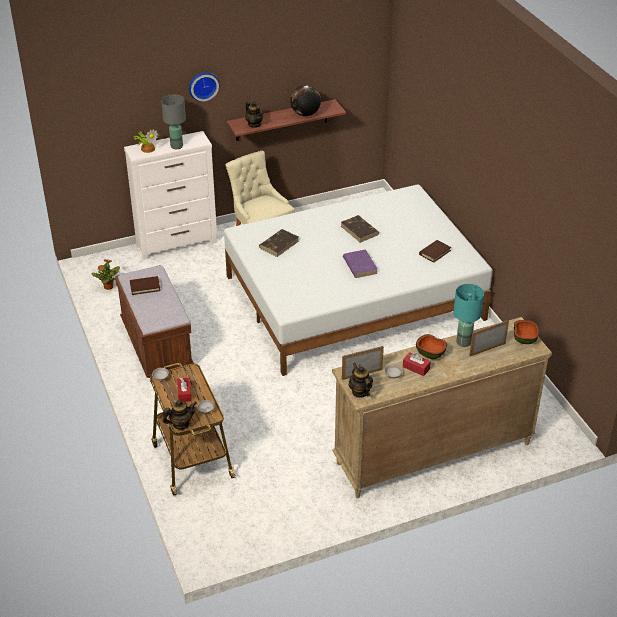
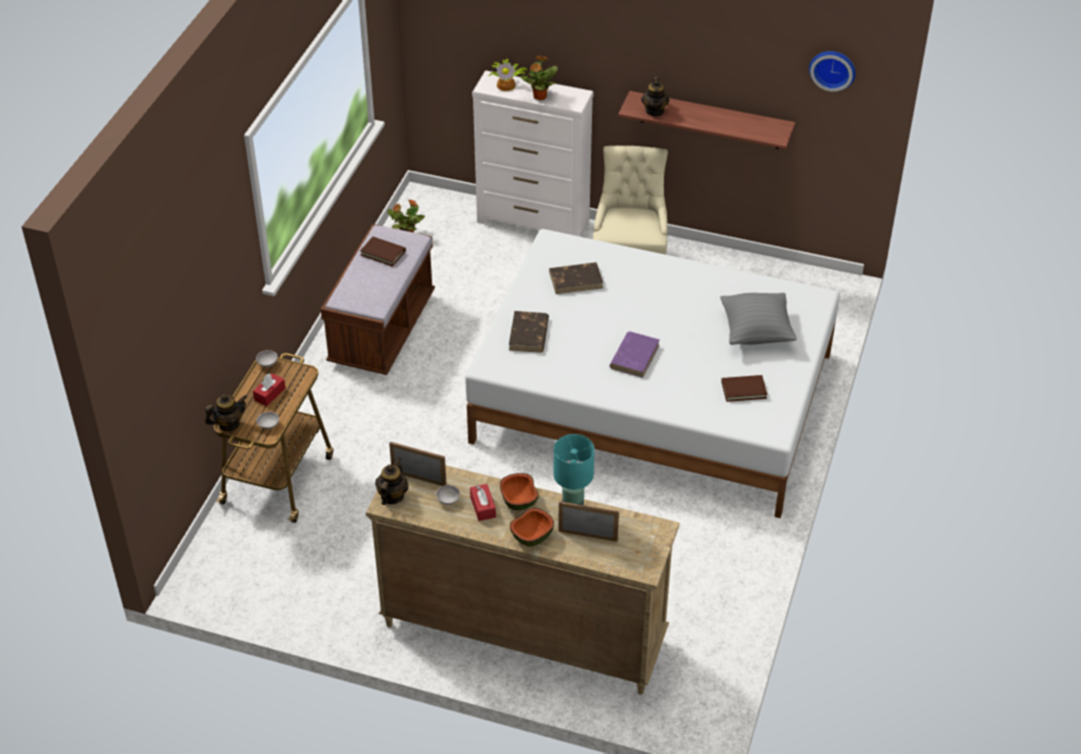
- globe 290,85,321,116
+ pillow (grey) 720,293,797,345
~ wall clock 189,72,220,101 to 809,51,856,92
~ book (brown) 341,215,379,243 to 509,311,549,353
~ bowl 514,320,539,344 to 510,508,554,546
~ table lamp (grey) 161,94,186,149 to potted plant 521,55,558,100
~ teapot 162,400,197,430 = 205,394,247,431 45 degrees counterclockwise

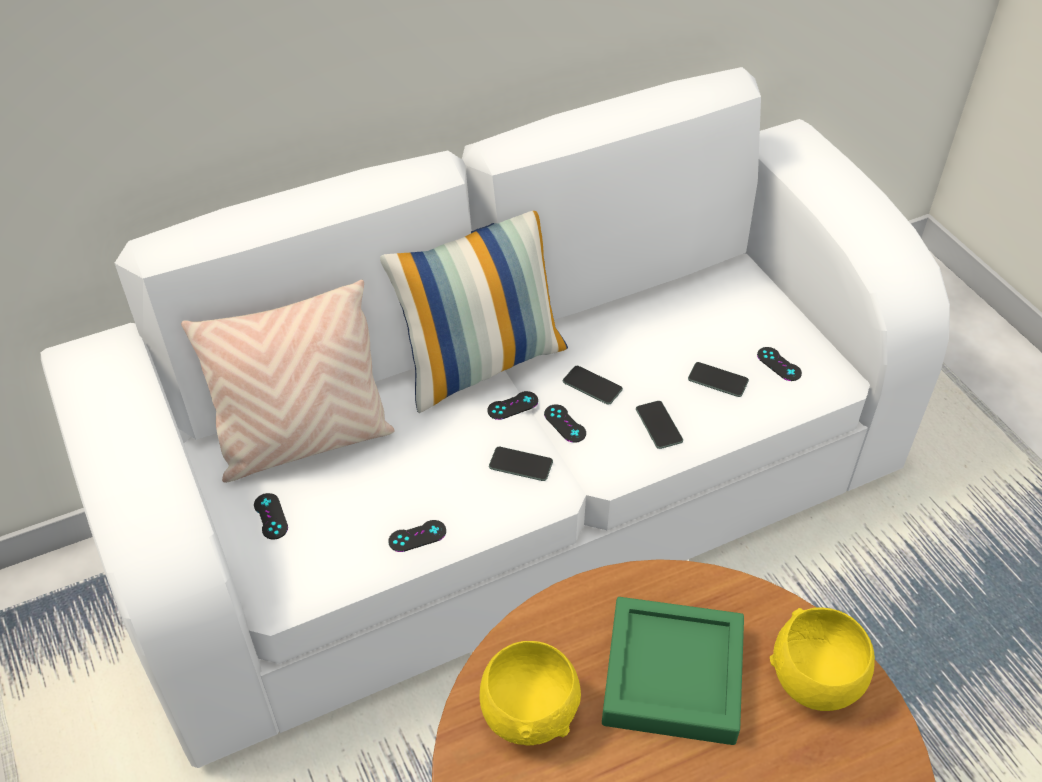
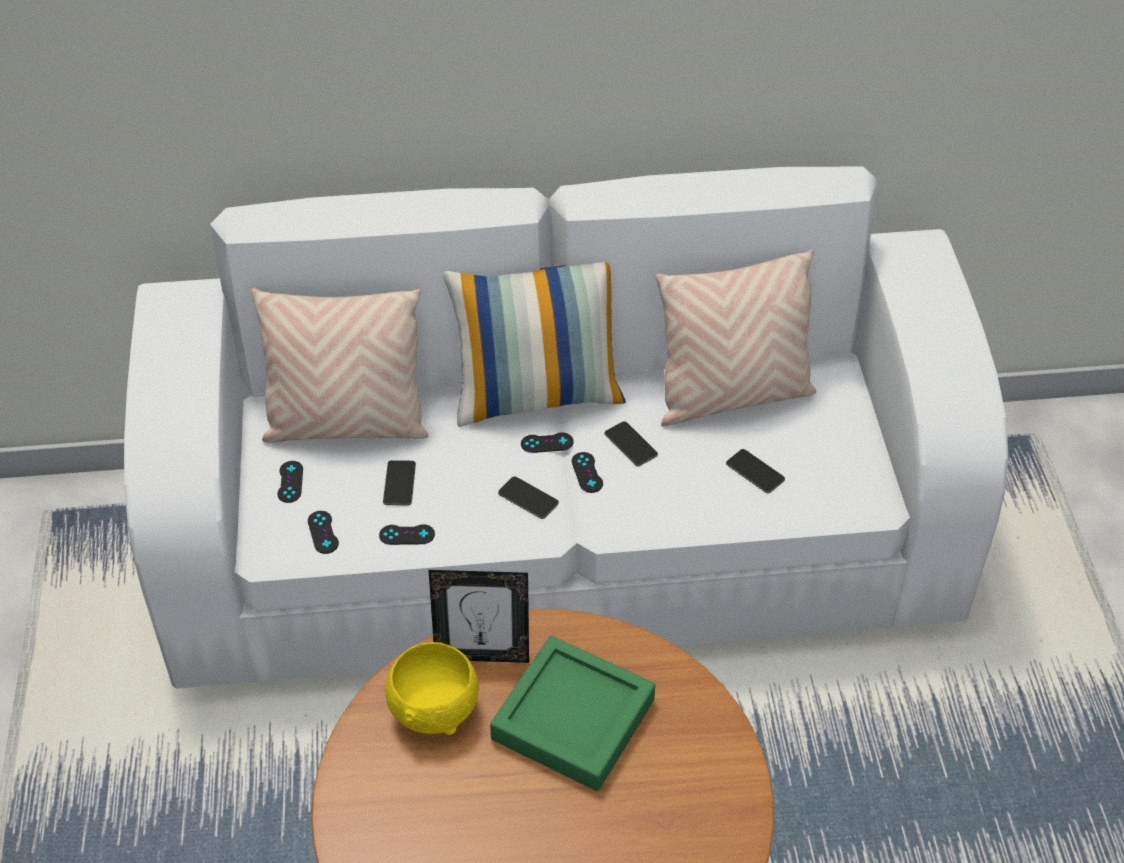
- bowl (yellow) 770,607,875,711
+ picture frame 429,570,529,663
+ pillow (beige) 656,249,816,426
~ phone 636,401,683,449 to 383,460,416,506
~ game controller (black) 757,347,802,381 to 308,511,339,554

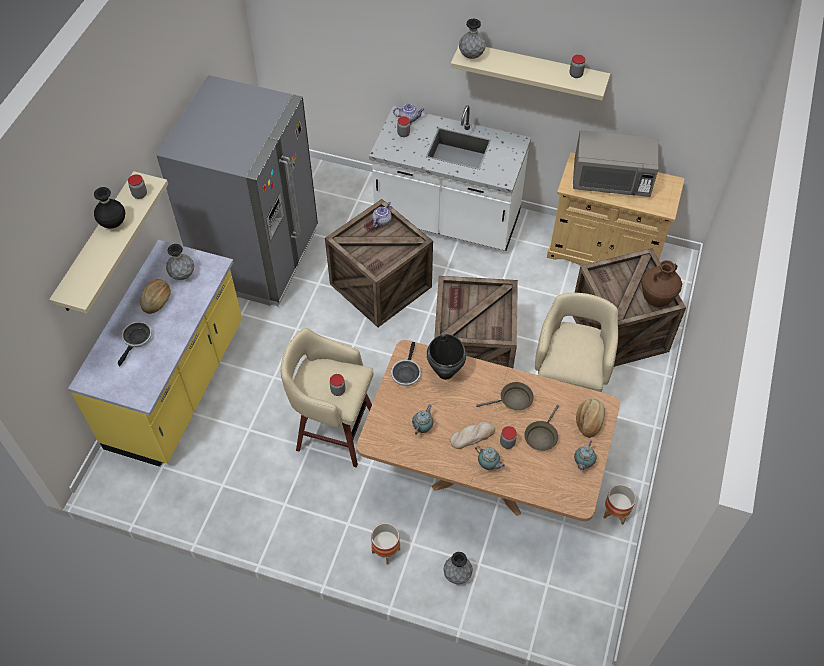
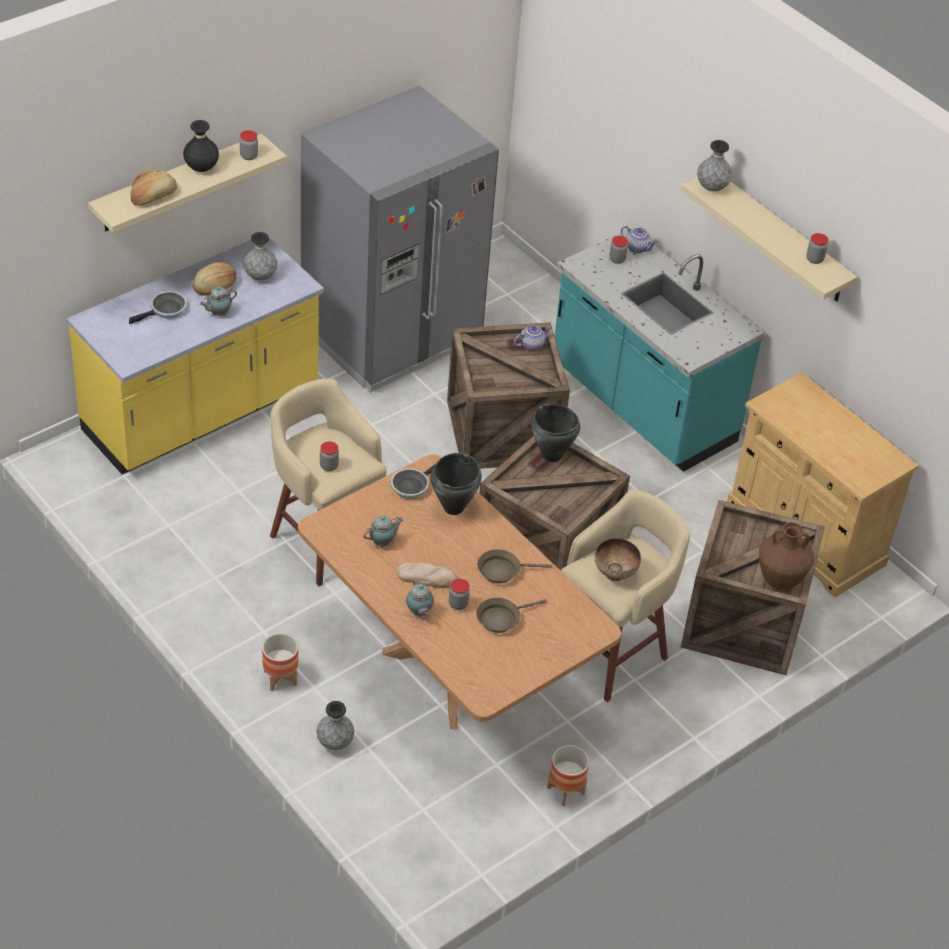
- microwave (grey) 573,130,659,197
+ cooking pot (black) 531,404,580,462
+ bowl 595,538,641,581
~ teapot 574,441,596,471 to 200,287,237,316
~ bread 576,399,605,438 to 131,169,177,206
~ counter (white) 369,105,531,251 to counter (turquoise) 554,228,764,472
~ frying pan (brown) 476,382,534,410 = 477,549,552,583 150 degrees clockwise

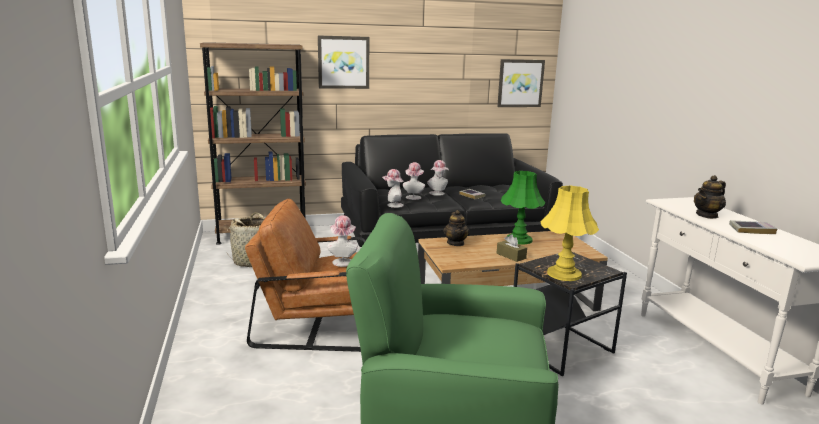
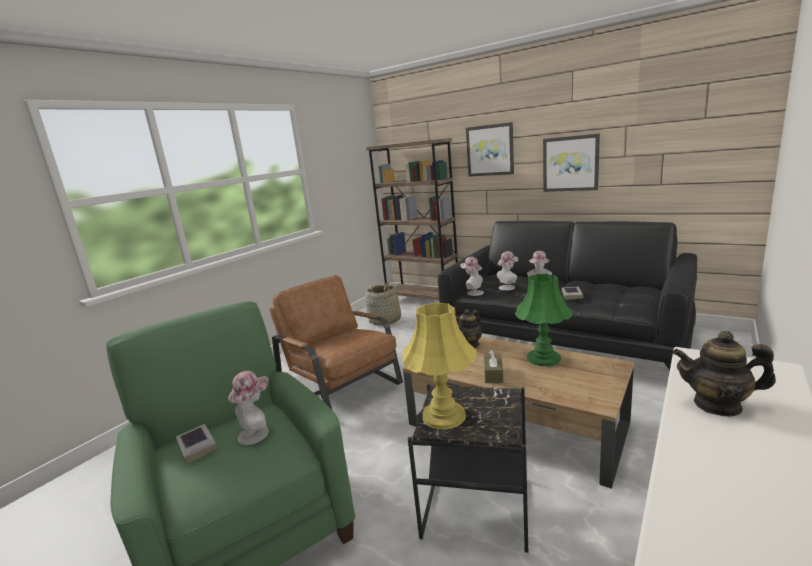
~ hat 328,215,358,267 to 228,371,269,445
~ picture 497,59,545,107 to 543,134,600,192
~ book 729,220,777,234 to 176,424,217,464

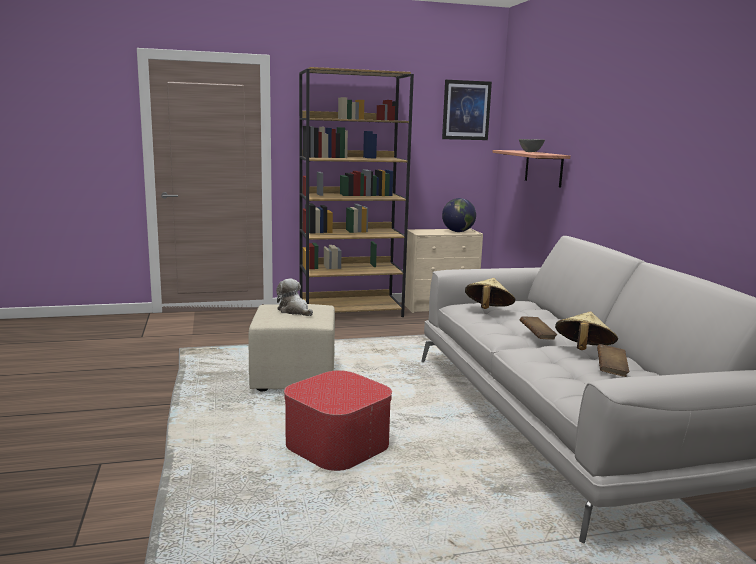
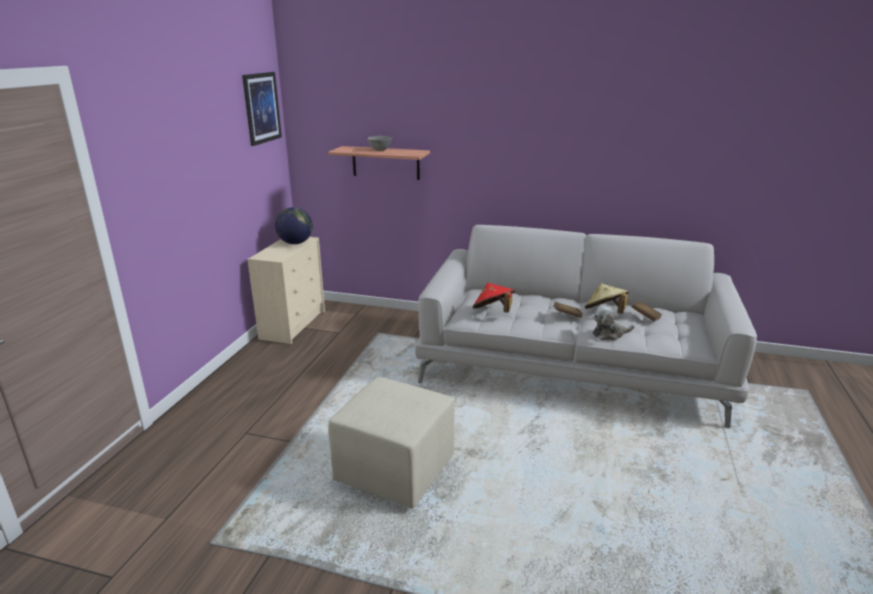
- ottoman 284,370,392,471
- bookcase (brown) 299,67,414,317
~ plush toy 276,278,313,316 to 593,306,635,341
~ hat (beige) 465,278,515,309 to hat (red) 473,283,515,312

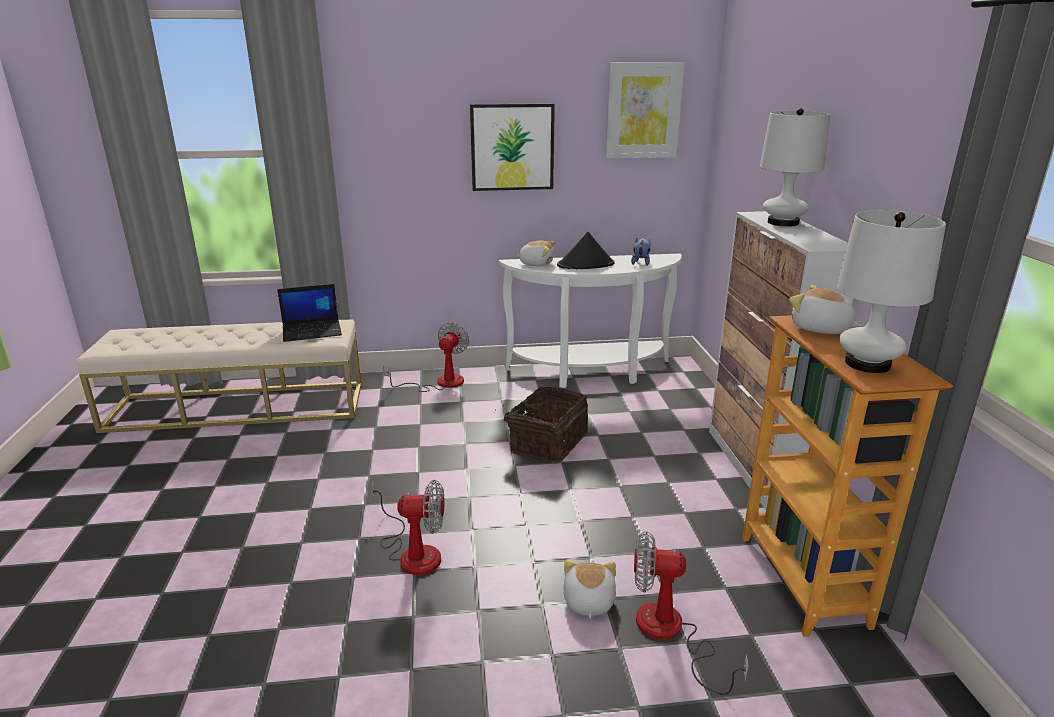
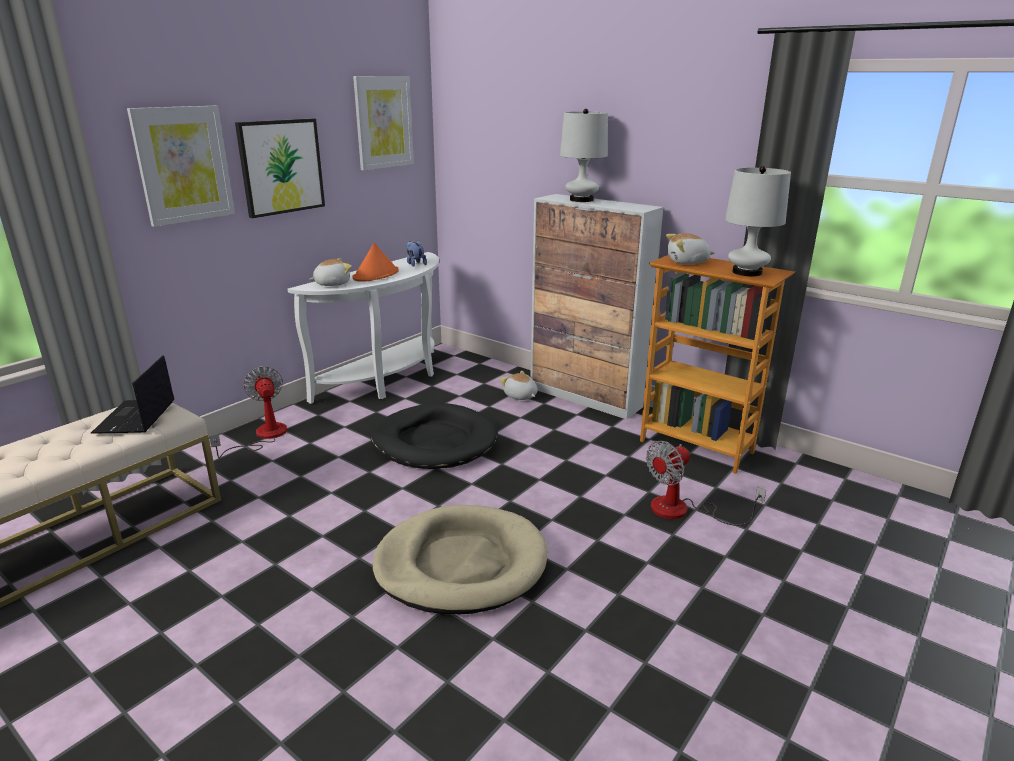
+ picture 127,106,235,227
~ plush toy 563,559,616,619 to 500,371,537,400
~ fan 371,480,444,575 to dog bed (beige) 372,505,548,614
~ basket 495,387,588,463 to dog bed (black) 370,403,498,469
~ hat (black) 557,232,615,269 to hat (orange) 352,242,399,282
~ laptop 277,284,342,342 = 91,355,174,434 150 degrees clockwise

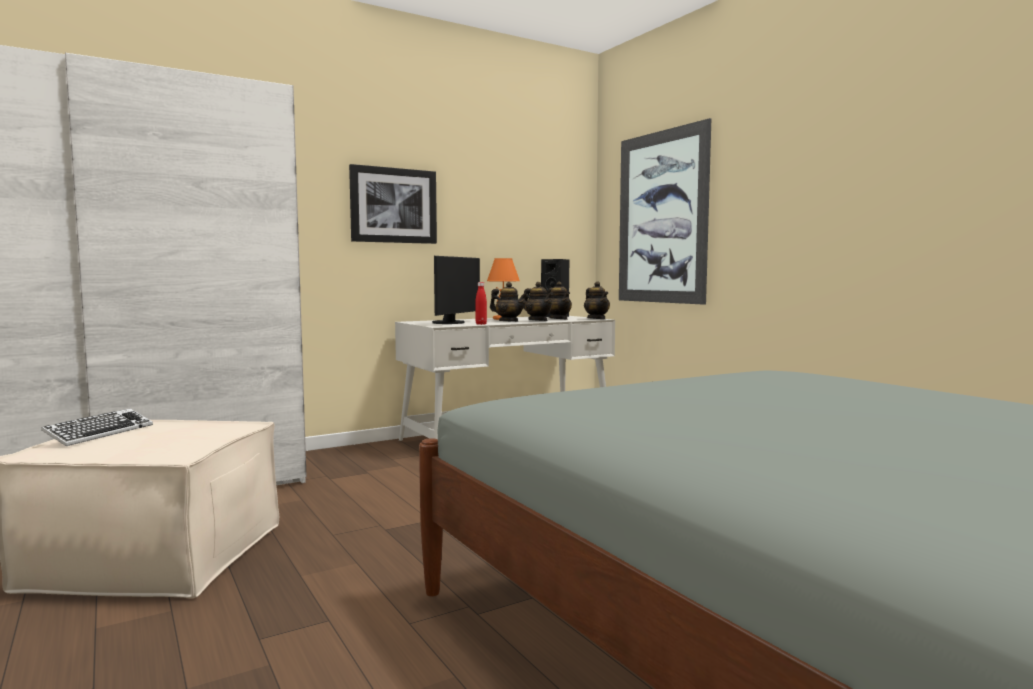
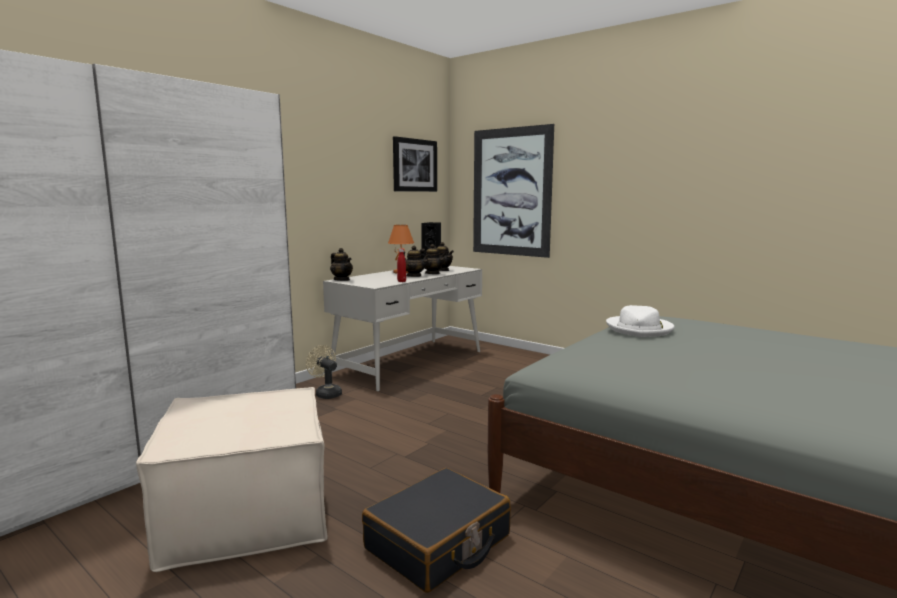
- keyboard 41,409,153,446
- monitor 432,256,480,324
+ fan (beige) 306,345,342,399
+ suitcase (black) 362,468,511,593
+ hat (white) 606,305,674,337
~ picture 349,164,437,244 to 393,136,437,192
~ teapot 584,281,610,319 to 330,248,353,281

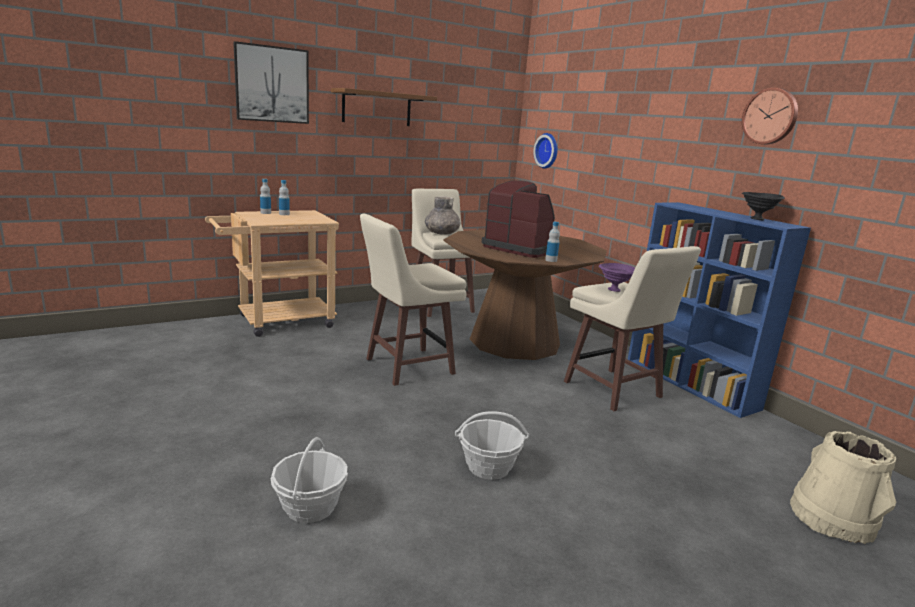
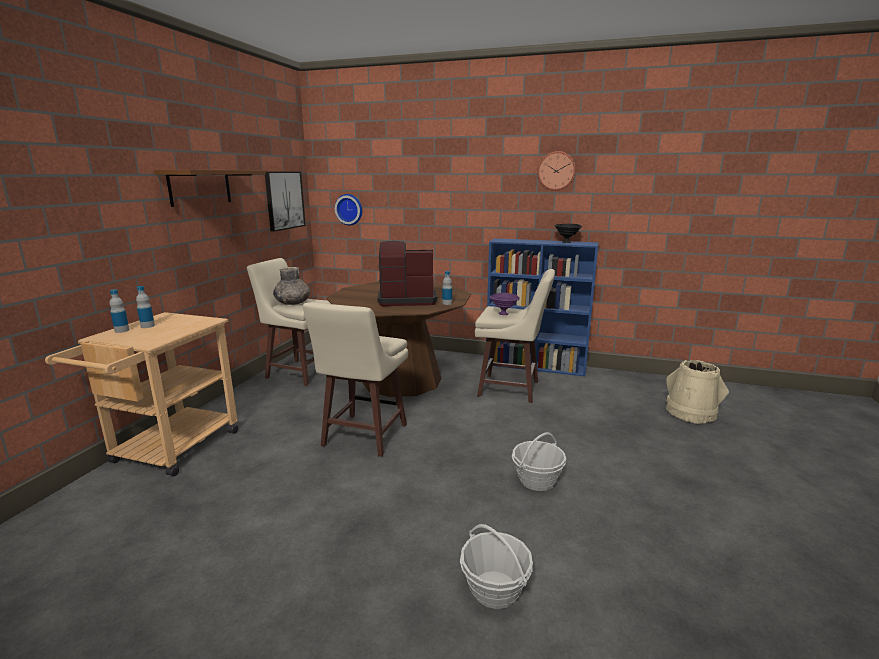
~ picture 233,41,309,124 to 265,172,306,232

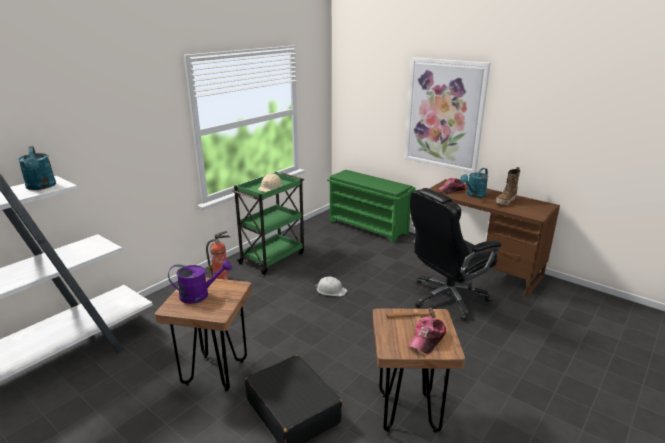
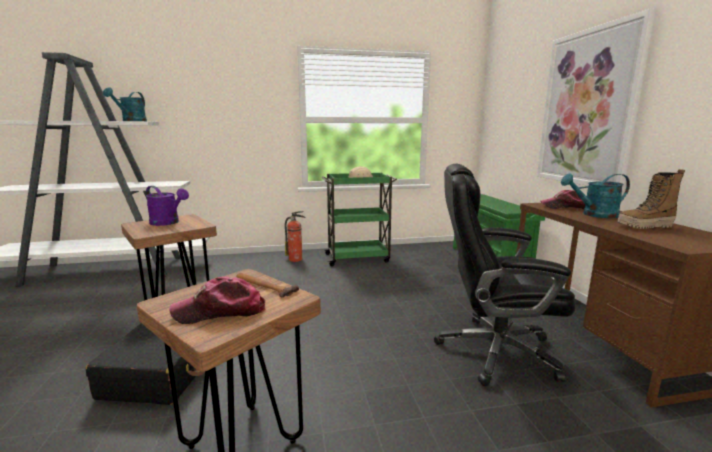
- hard hat (white) 315,277,347,296

